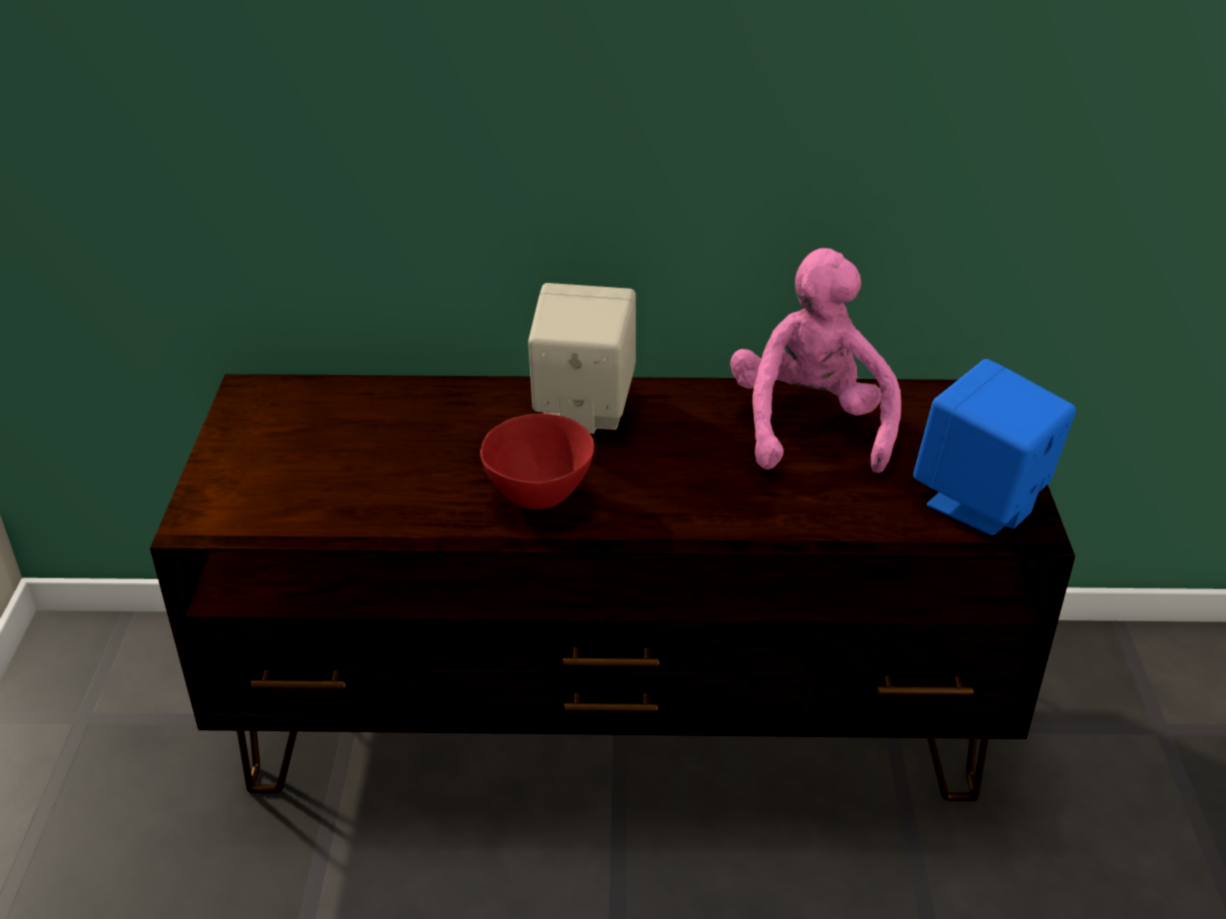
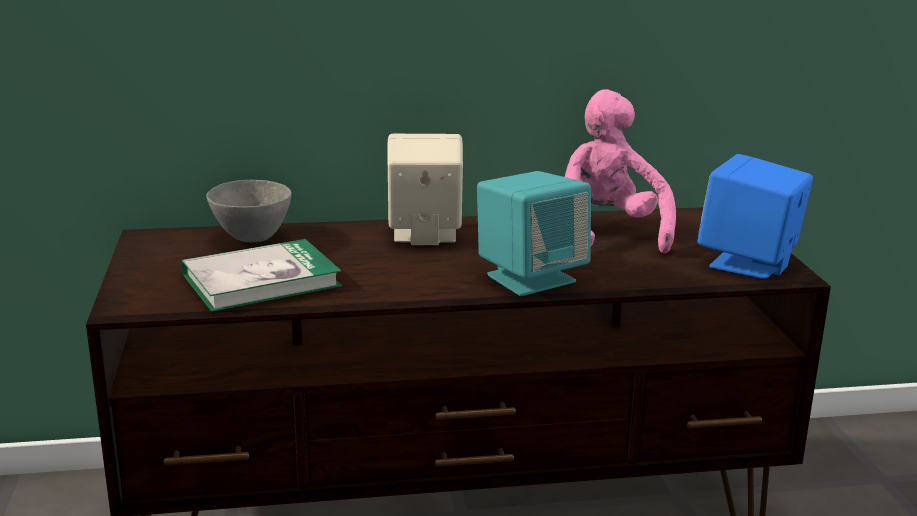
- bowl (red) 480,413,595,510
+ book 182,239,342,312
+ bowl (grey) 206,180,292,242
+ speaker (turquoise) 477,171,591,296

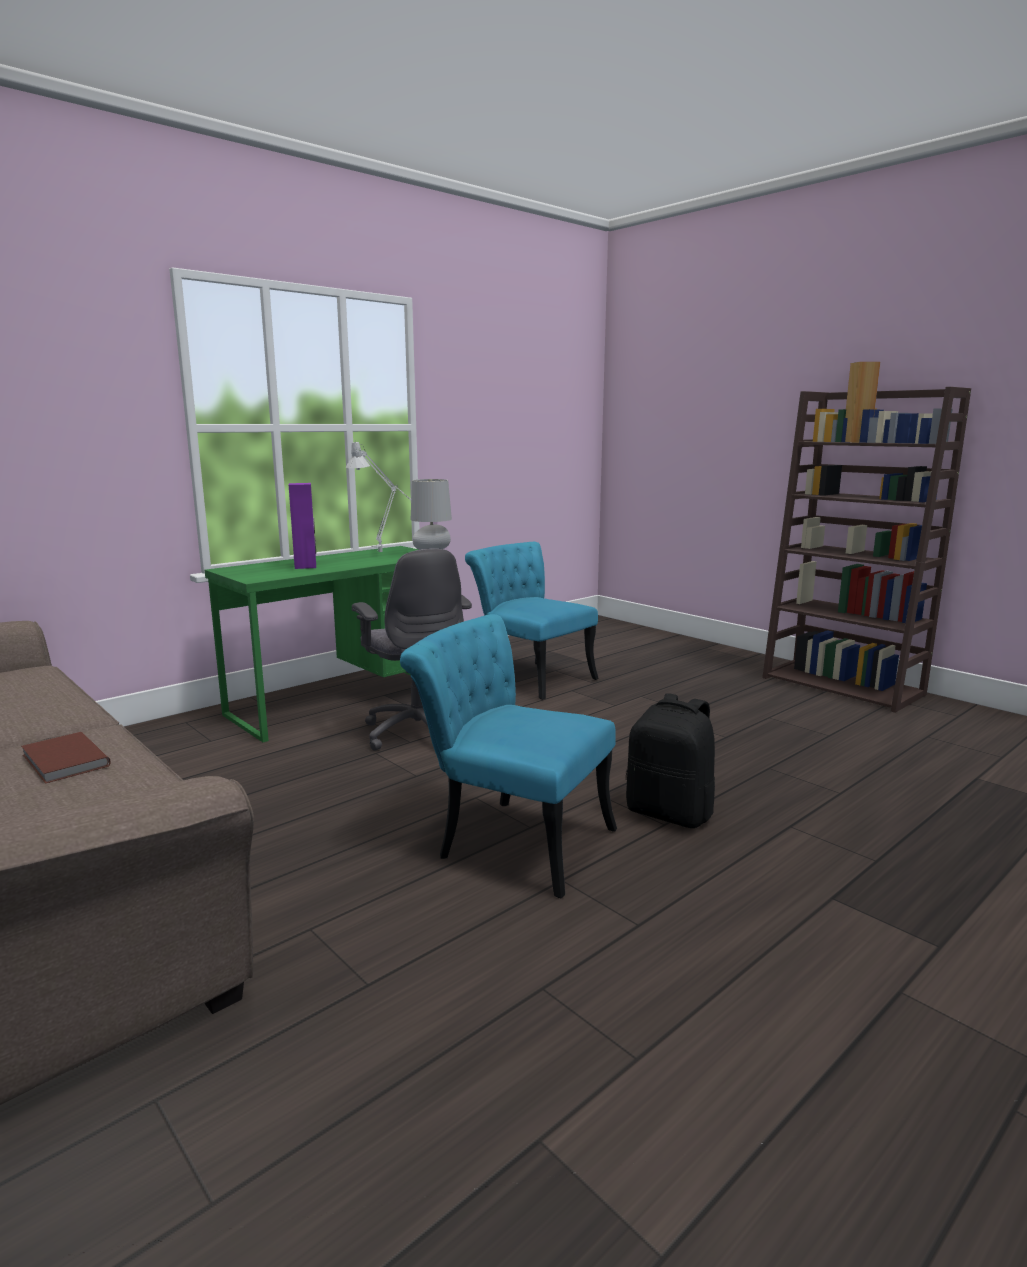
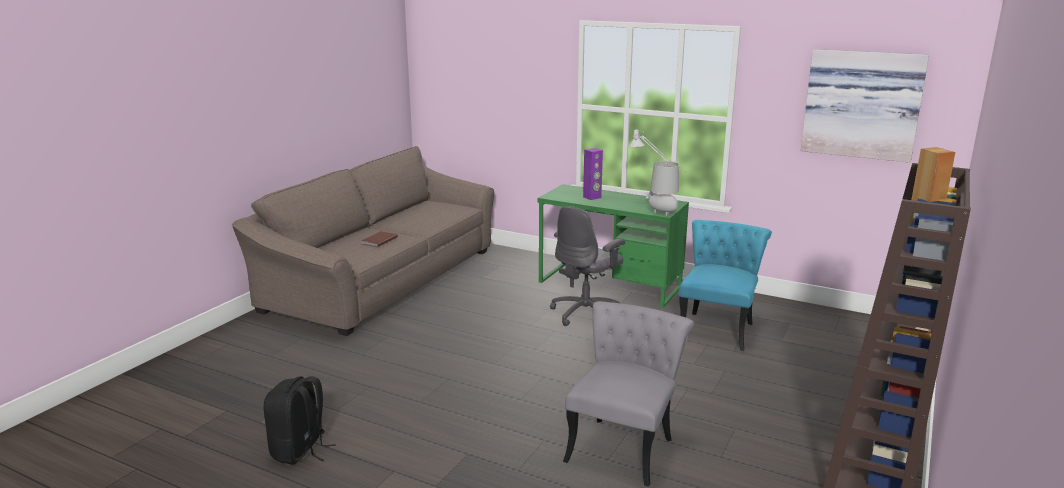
- chair (turquoise) 400,614,617,898
+ chair (grey) 563,301,694,487
+ picture 801,49,929,163
~ backpack (black) 626,693,715,828 to 264,376,336,465

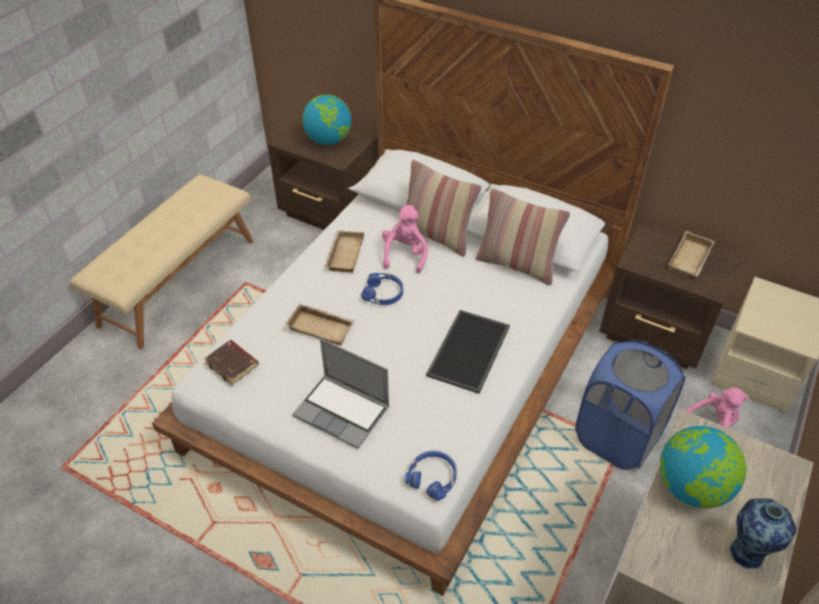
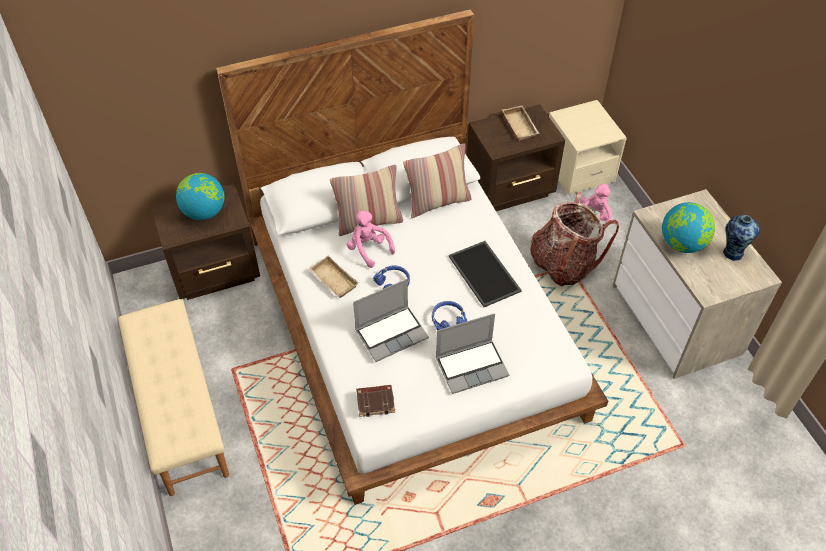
~ headphones (blue) 405,451,457,500 to 432,301,467,330
~ tray (beige) 285,303,355,346 to laptop 353,279,429,362
~ laundry basket (blue) 575,340,685,470 to backpack 530,192,619,286

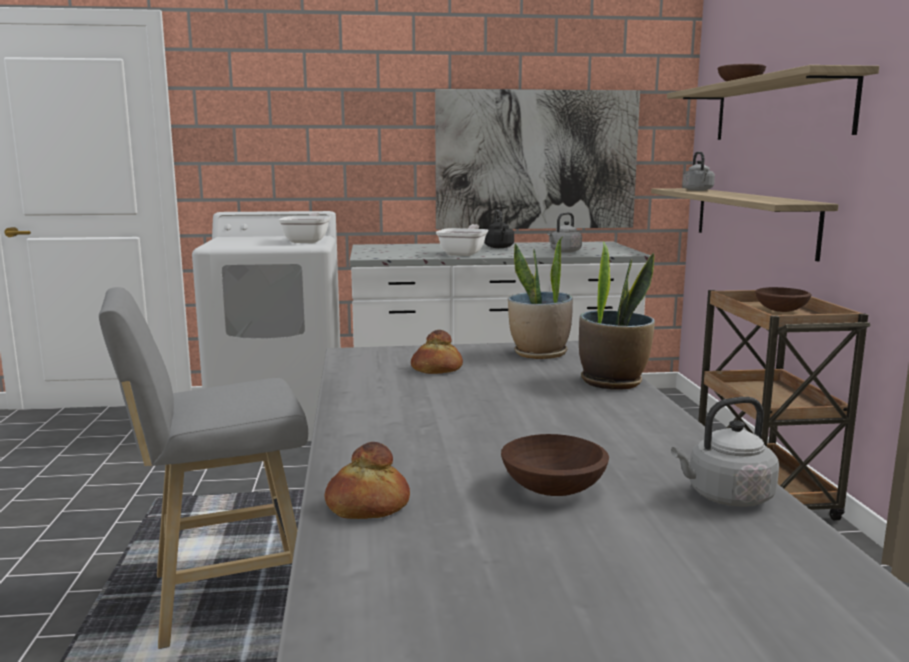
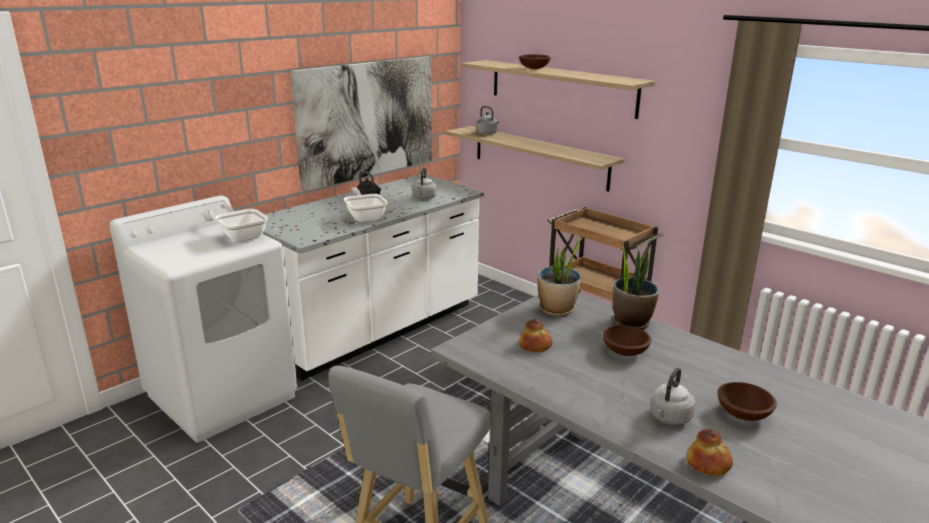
~ kettle (grey) 671,397,779,507 to 650,368,695,425
~ bowl (brown) 755,287,811,312 to 603,325,652,356

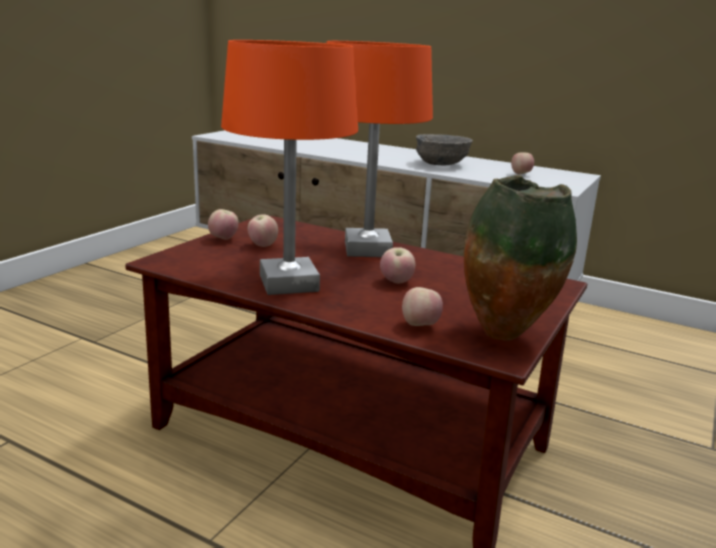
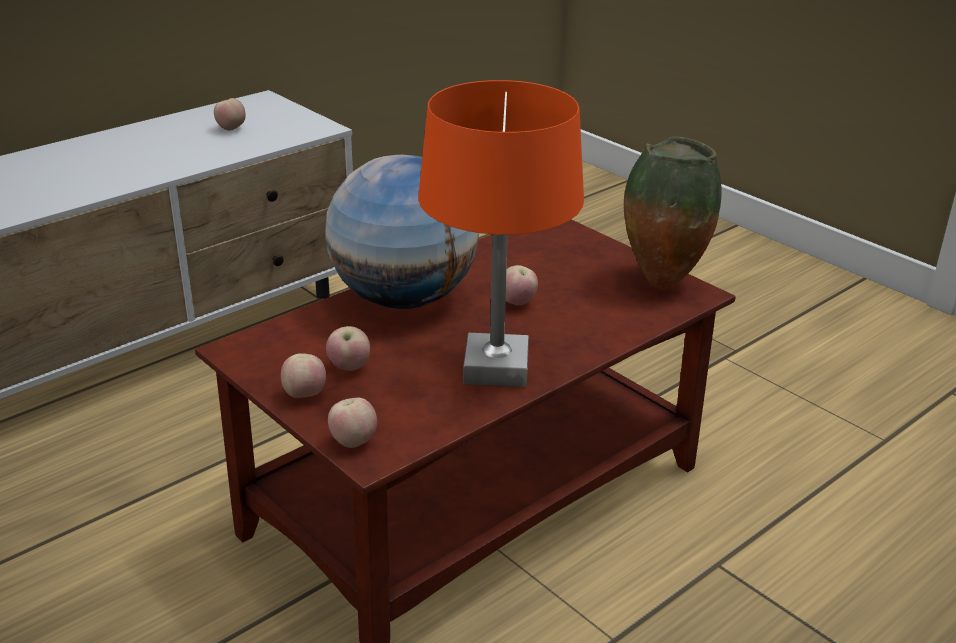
- bowl (grey) 416,134,473,165
~ apple 402,287,443,326 to 328,398,377,448
~ table lamp (orange) 326,41,433,257 to globe 325,155,479,309

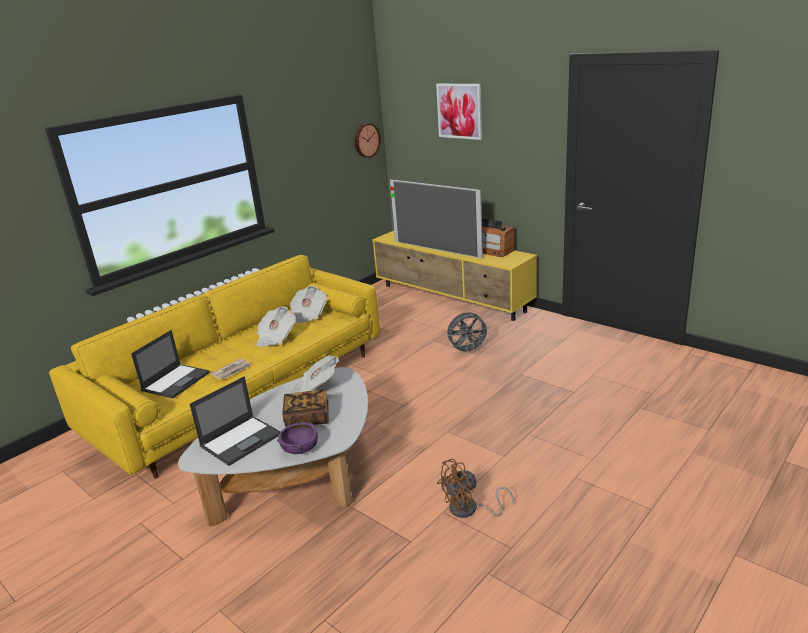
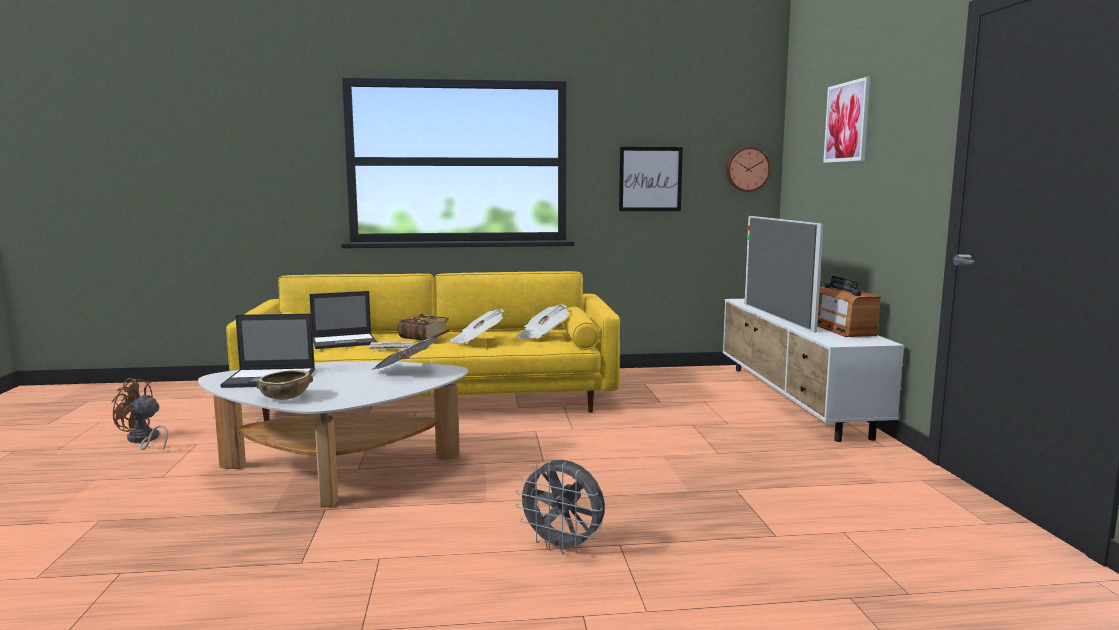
+ picture 619,147,683,211
~ book 282,389,329,427 to 397,314,450,341
~ fan (brown) 437,459,514,518 to 111,378,168,451
~ fan (grey) 447,312,490,354 to 515,460,605,554
~ bowl (purple) 277,422,318,454 to bowl (brown) 256,370,313,400
~ tv stand (yellow) 372,231,537,321 to tv stand (white) 723,299,905,442

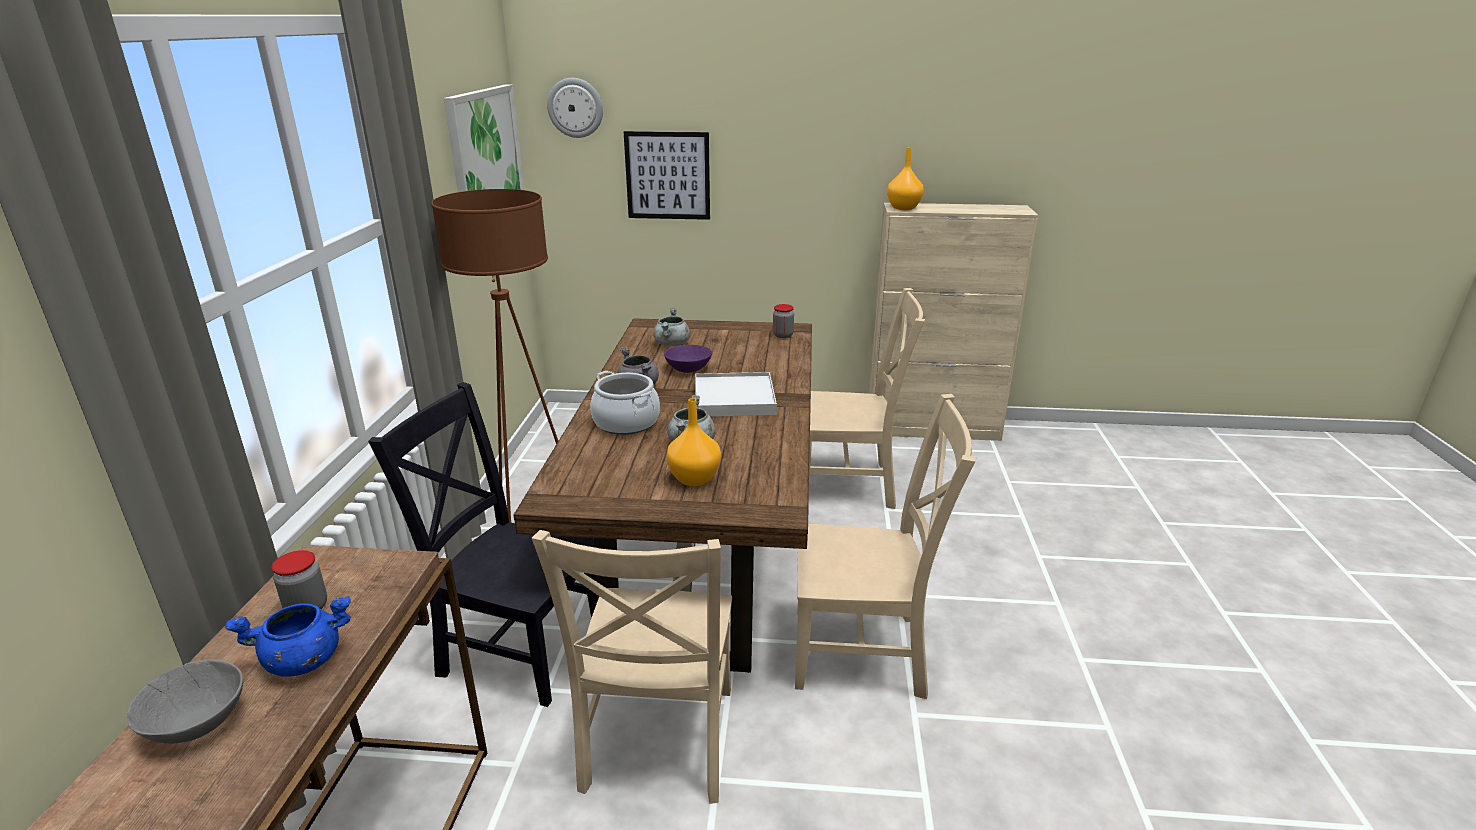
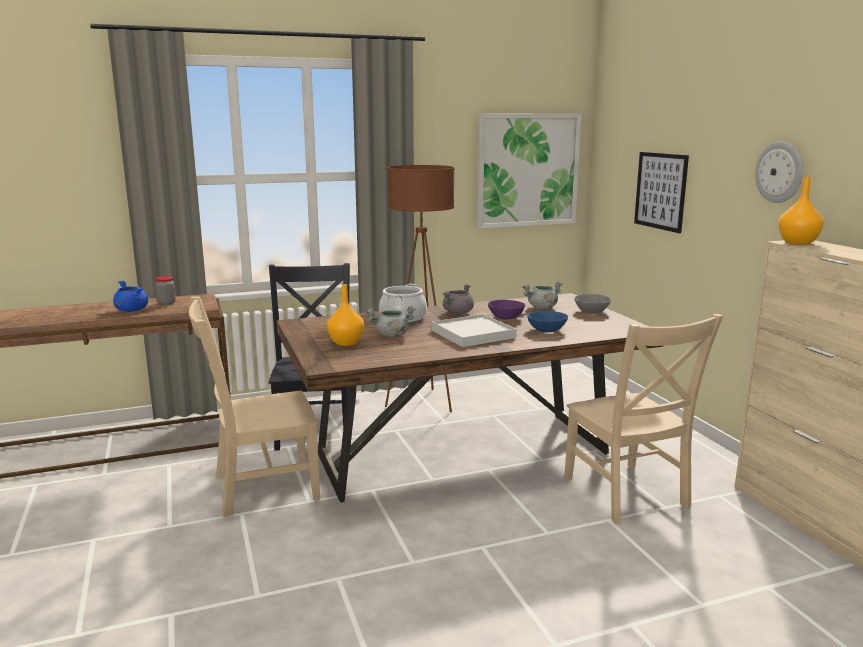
- jar 773,304,794,338
- chair (beige) 795,394,976,699
+ bowl (blue) 527,311,568,332
~ bowl (grey) 127,659,243,744 to 574,294,611,314
~ wall clock 547,78,603,138 to 755,142,803,203

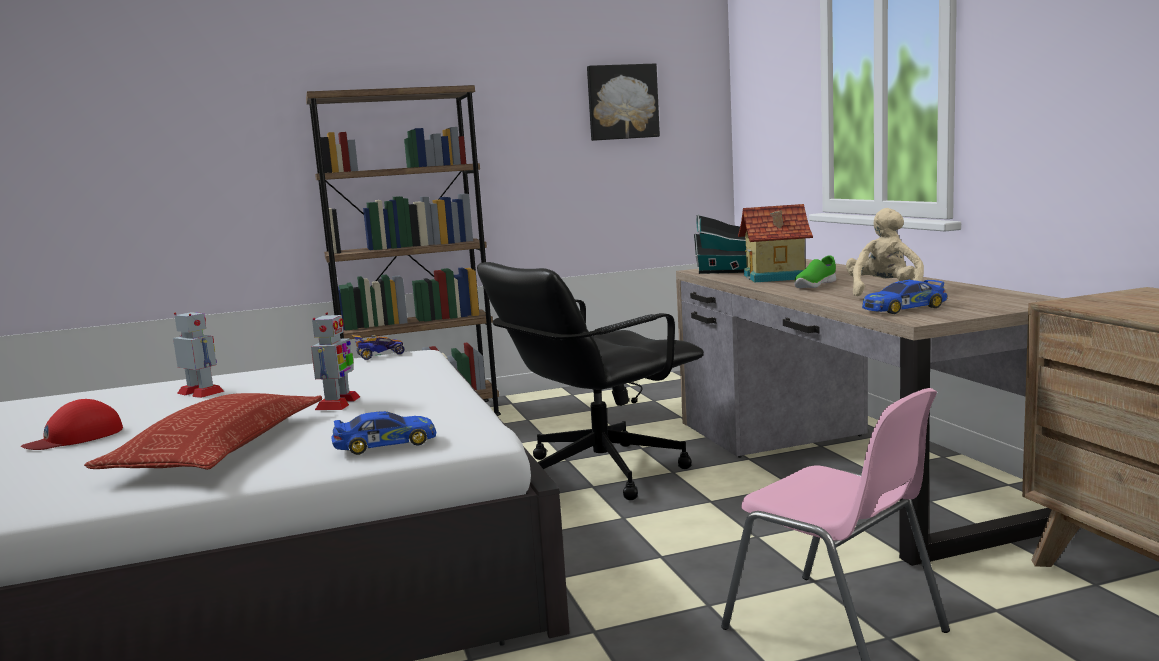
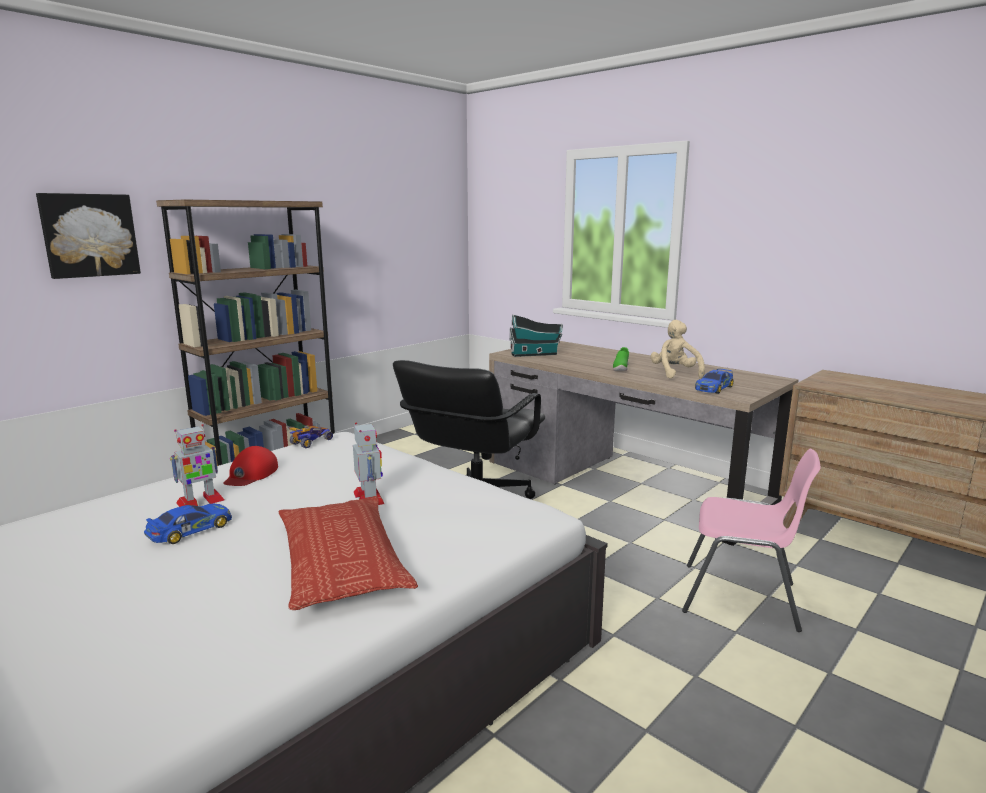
- toy house 738,204,813,283
~ cap (red) 21,399,123,450 to 223,446,278,486
~ toy car 331,411,436,455 to 144,504,232,544
~ picture 587,64,660,141 to 36,193,141,279
~ toy robot 173,312,225,398 = 170,424,224,507 135 degrees clockwise

